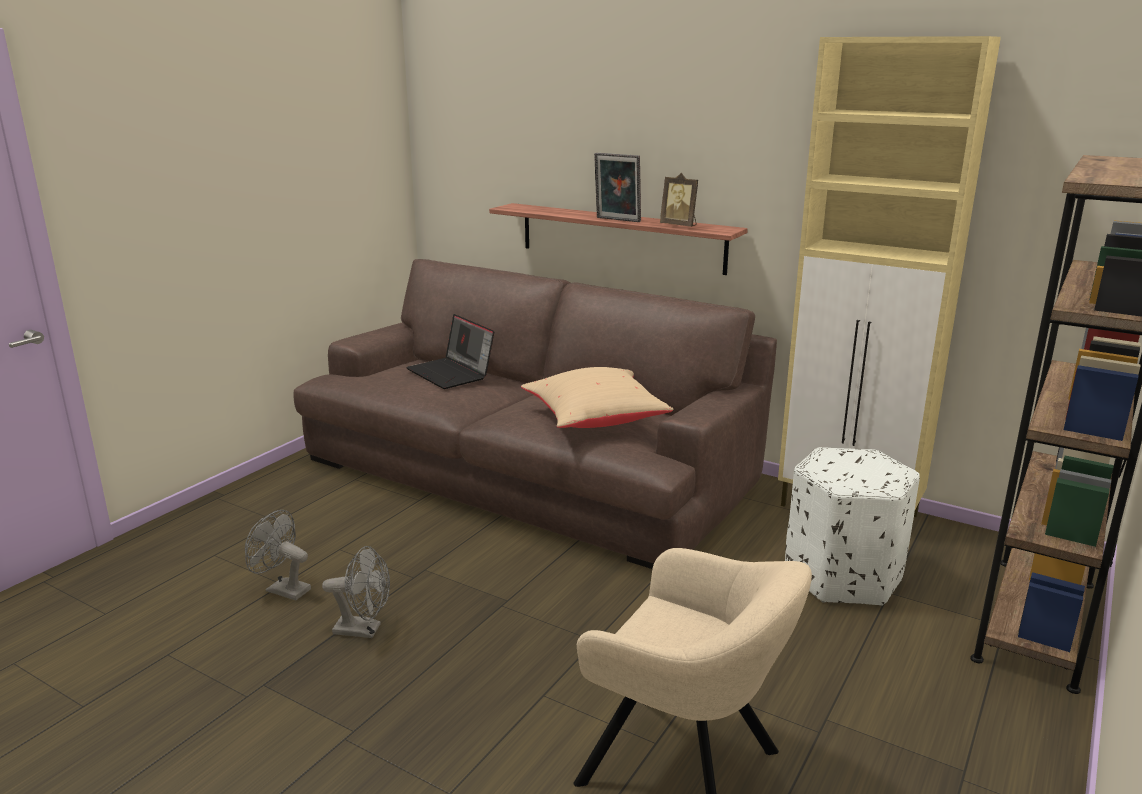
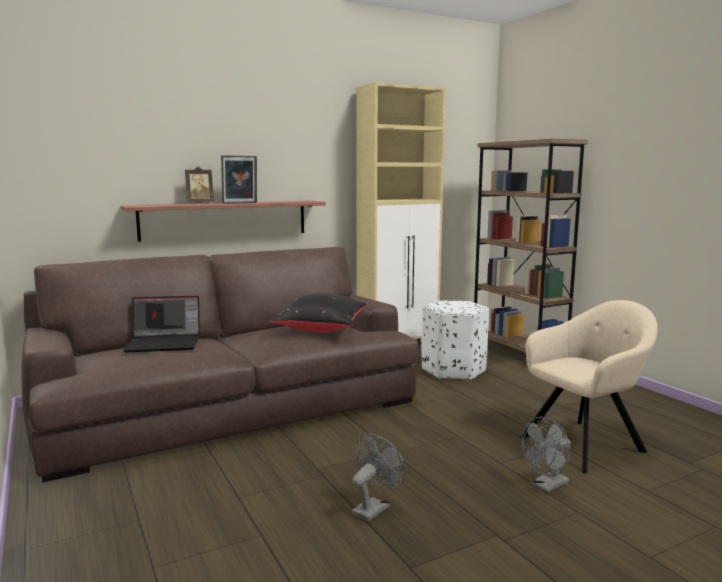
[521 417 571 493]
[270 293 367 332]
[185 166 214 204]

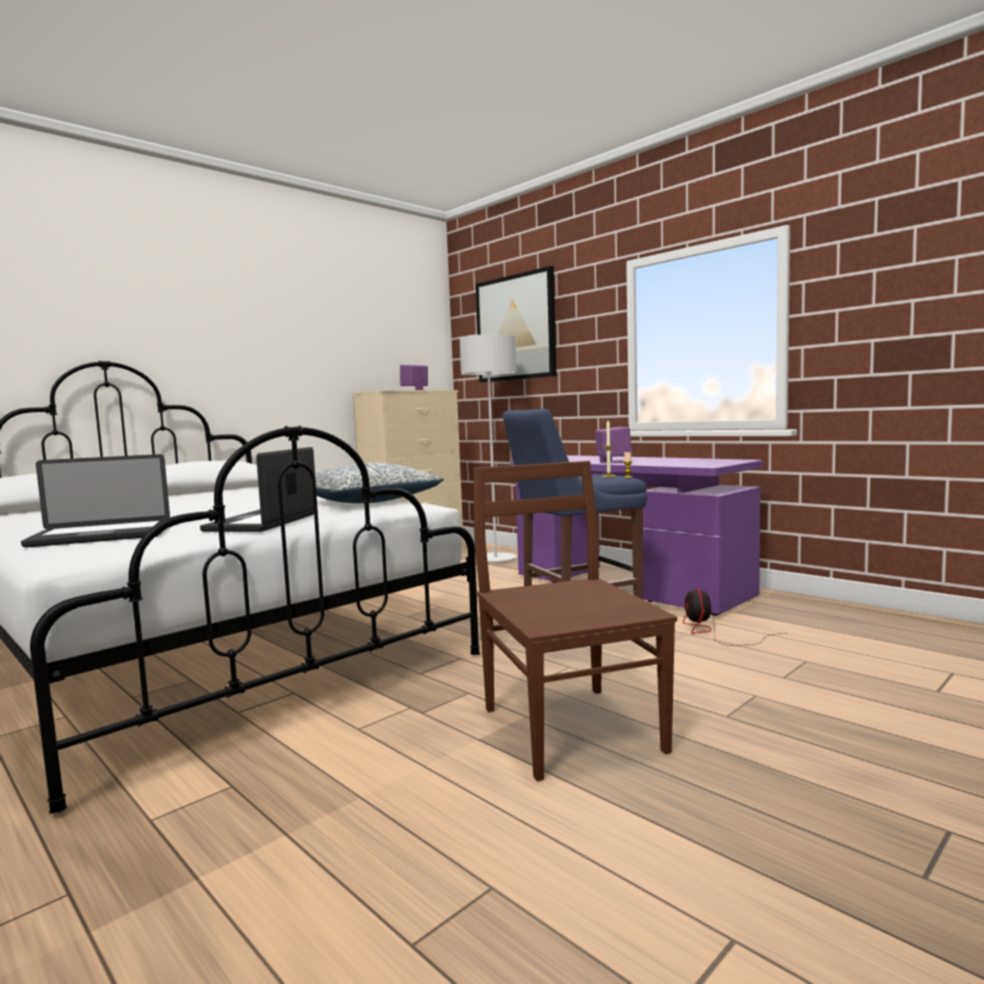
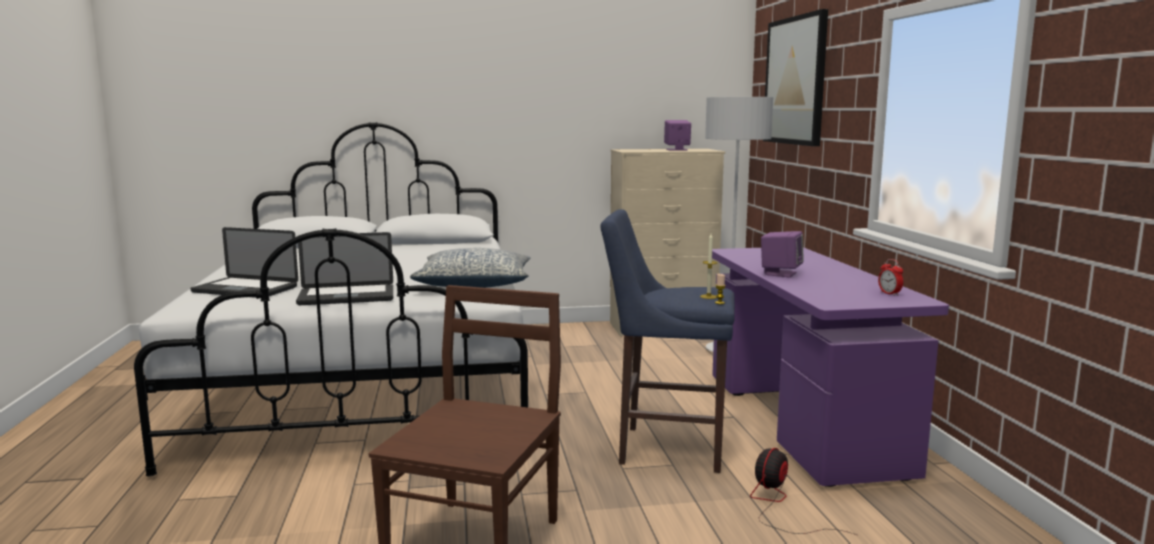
[296 232 393 305]
[878 259 903 296]

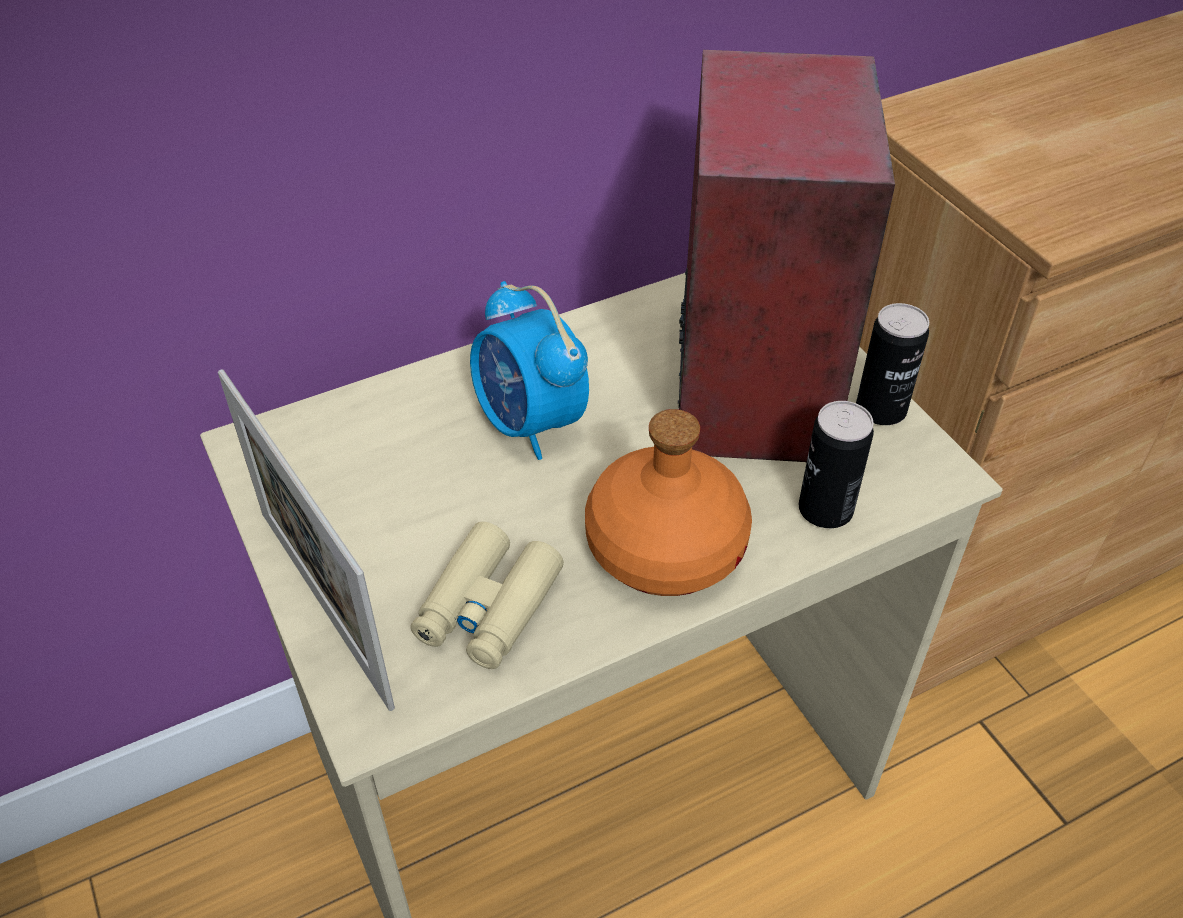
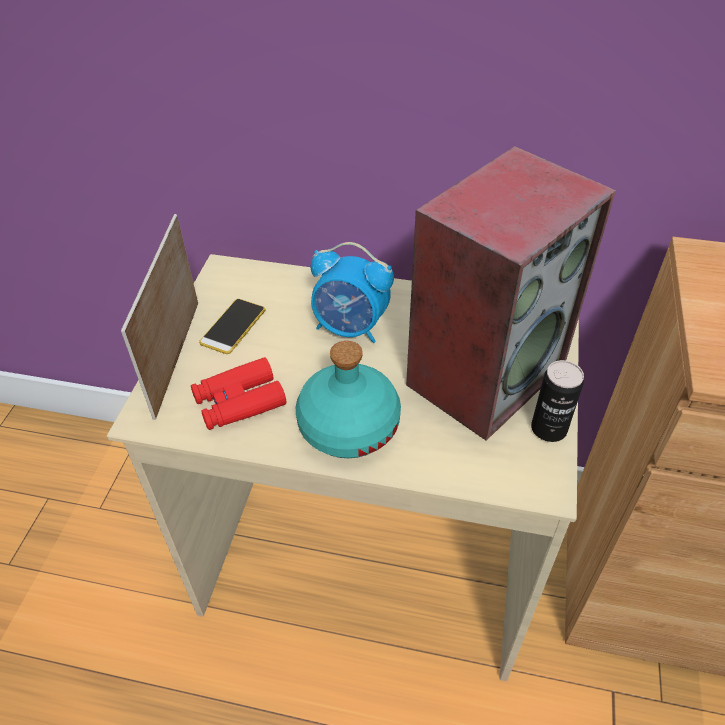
[191 357 286 430]
[311 242 394 343]
[296 341 401 458]
[799 401 874 528] (first image)
[199 299 265 354]

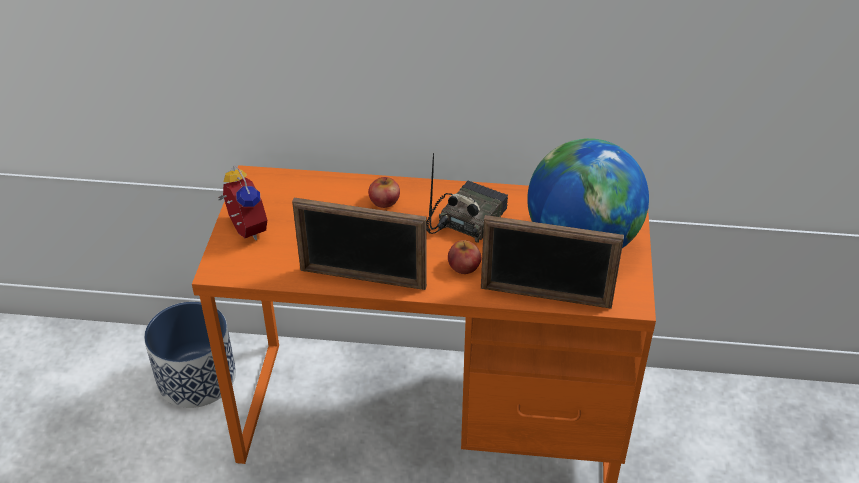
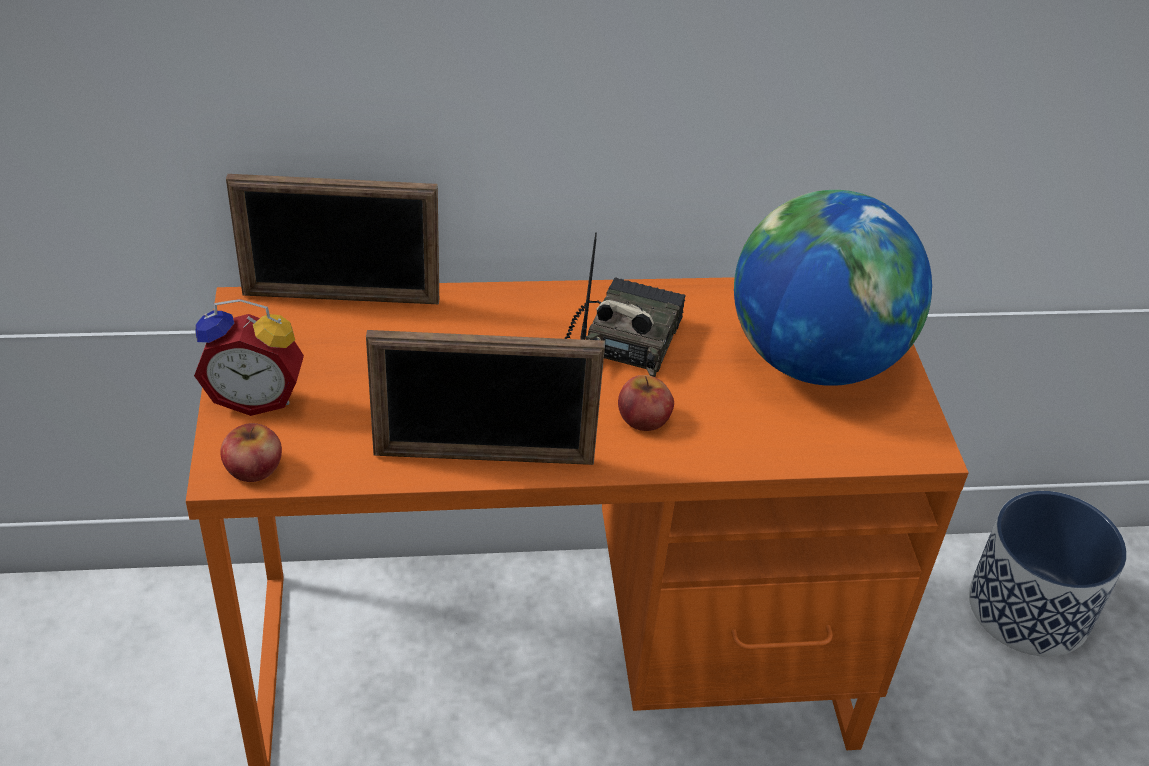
[969 491 1127 657]
[194 299 304 416]
[220 423 282 482]
[226 174 439 304]

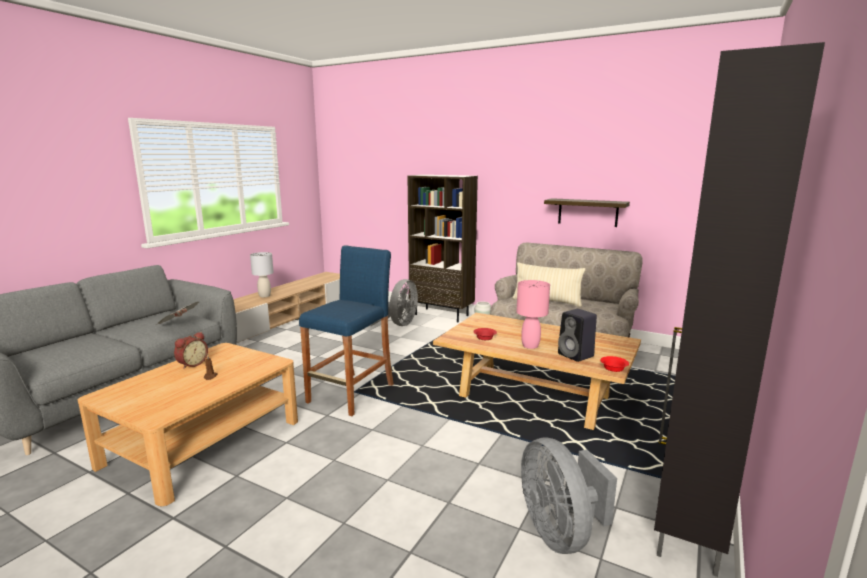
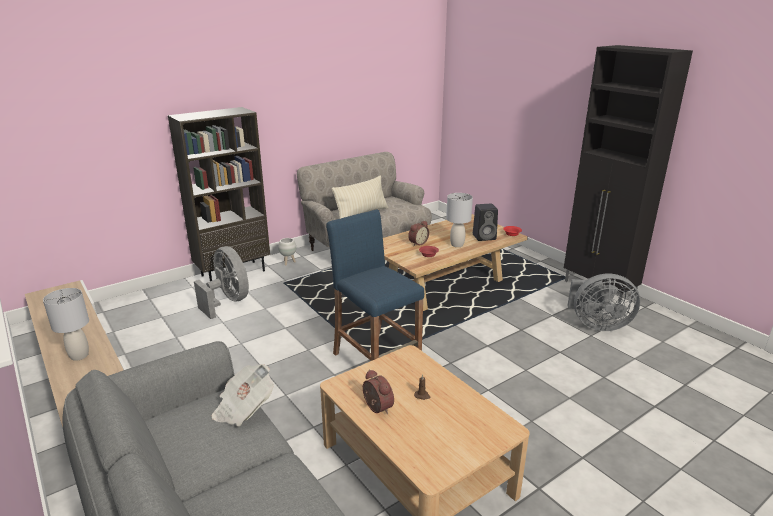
[446 193 473 247]
[544 198 630 227] (first image)
[408 221 429 246]

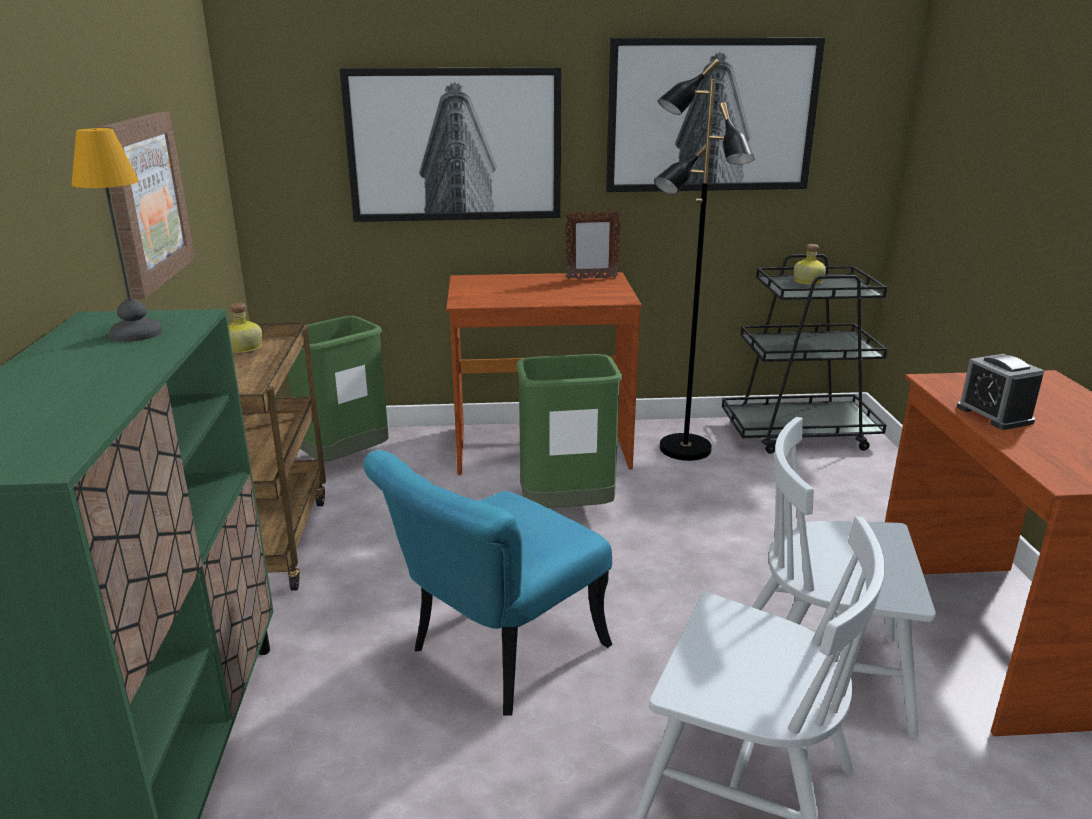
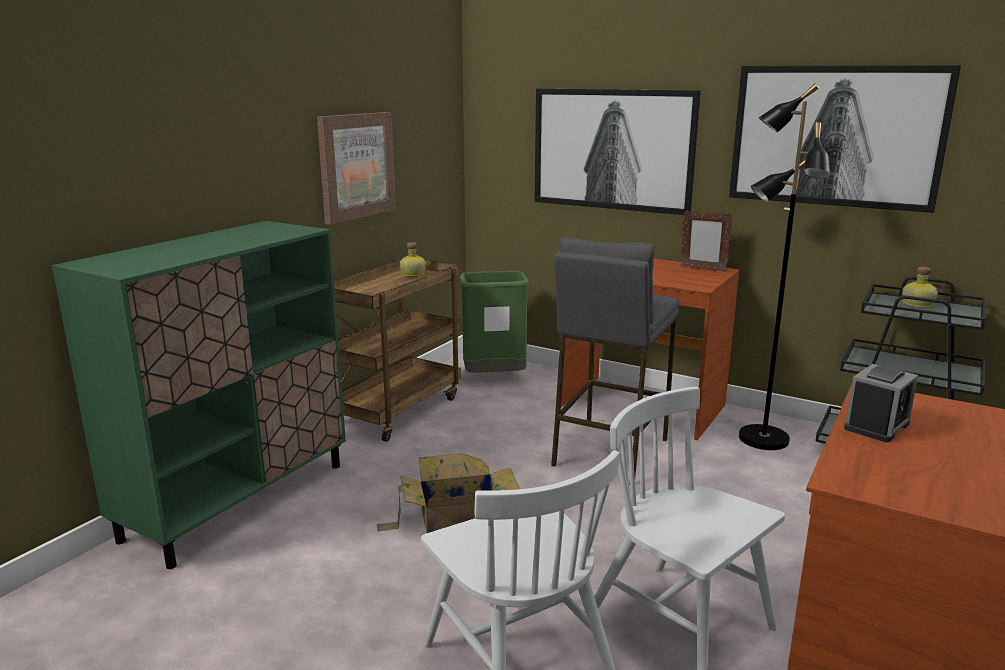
[71 128 163 342] (first image)
[377 453 520 533]
[551 237 679 485]
[844 364 918 442]

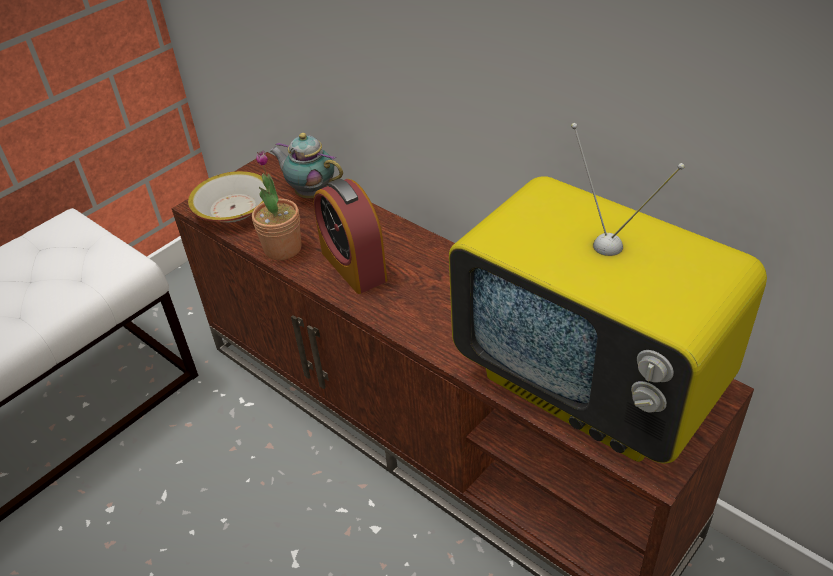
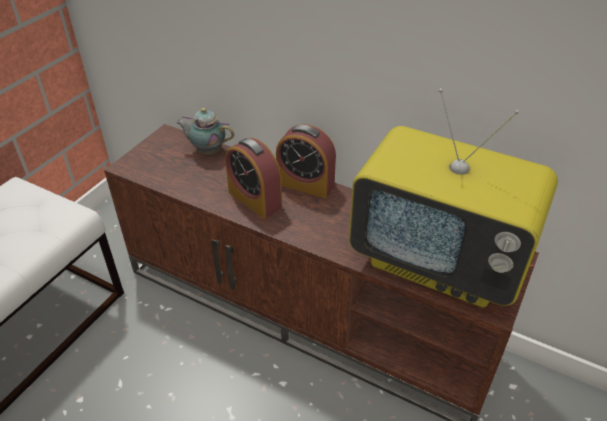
[188 171 266 223] (first image)
[252 150 301 260] (first image)
[276 124 336 198]

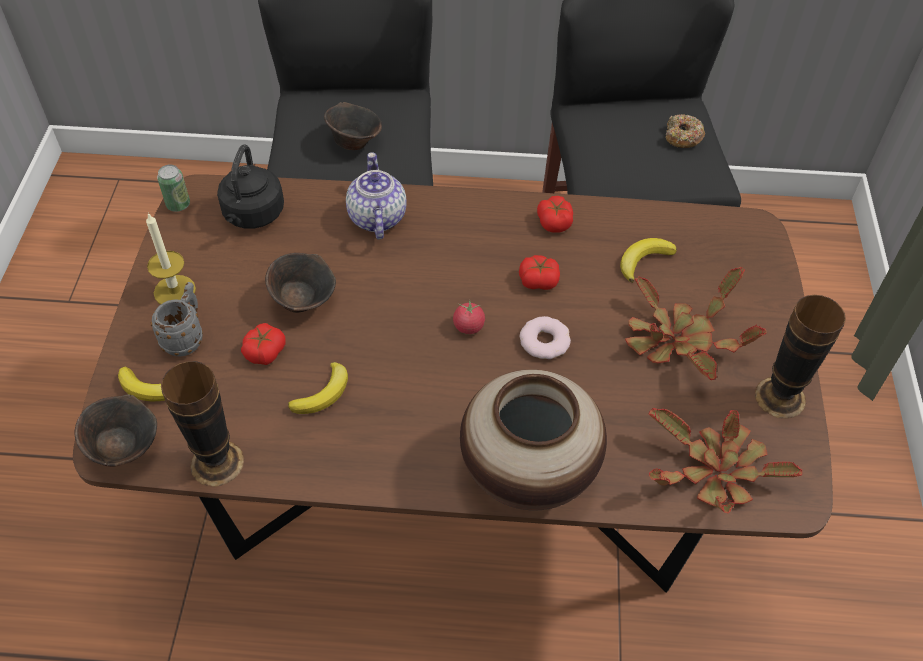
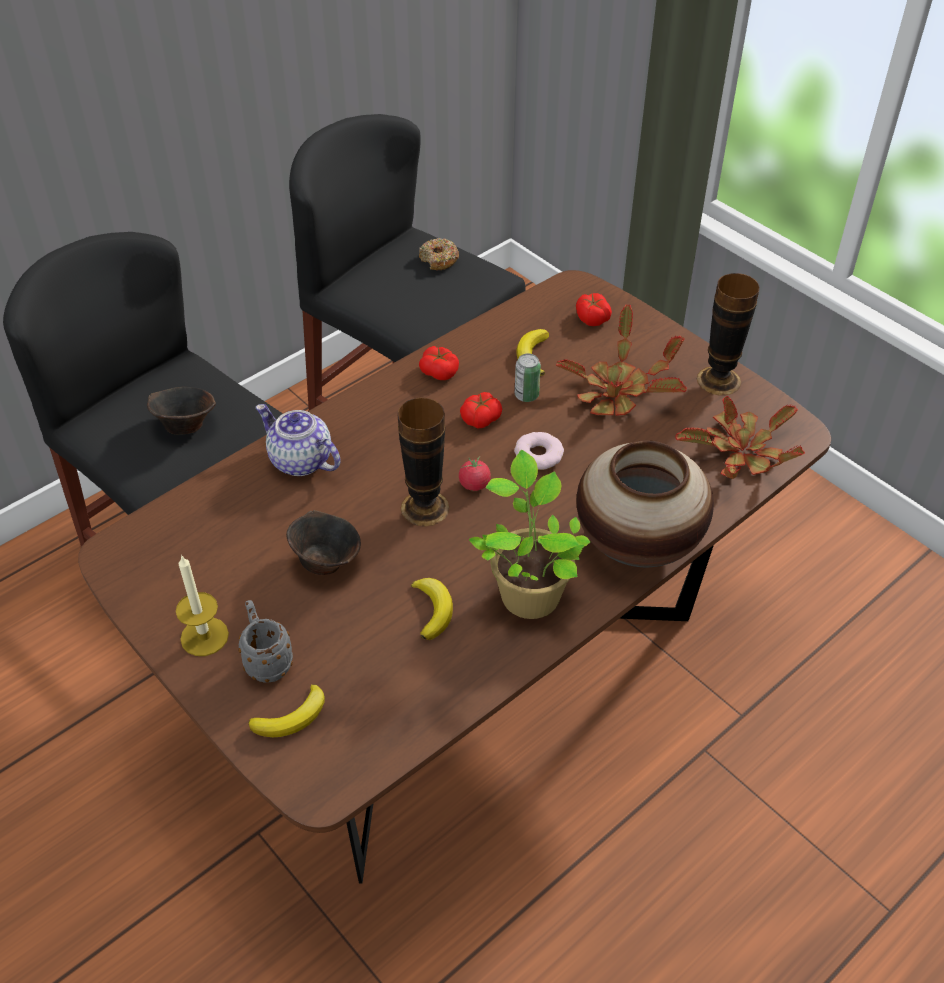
[75 394 157 467] (first image)
[515 354 541 402]
[397 397 450 527]
[217 144 284 229] (first image)
[576 293 612 326]
[469 450 591 619]

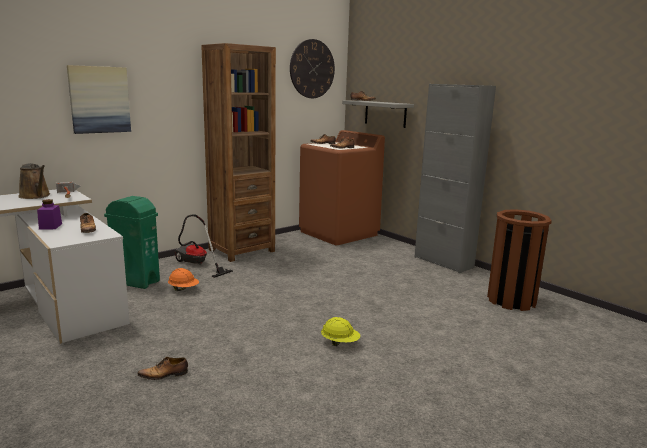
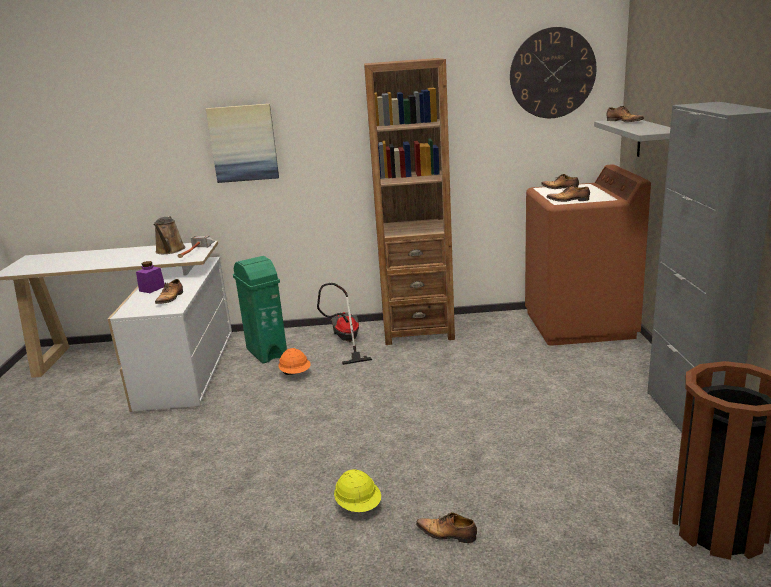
[416 512 477 543]

